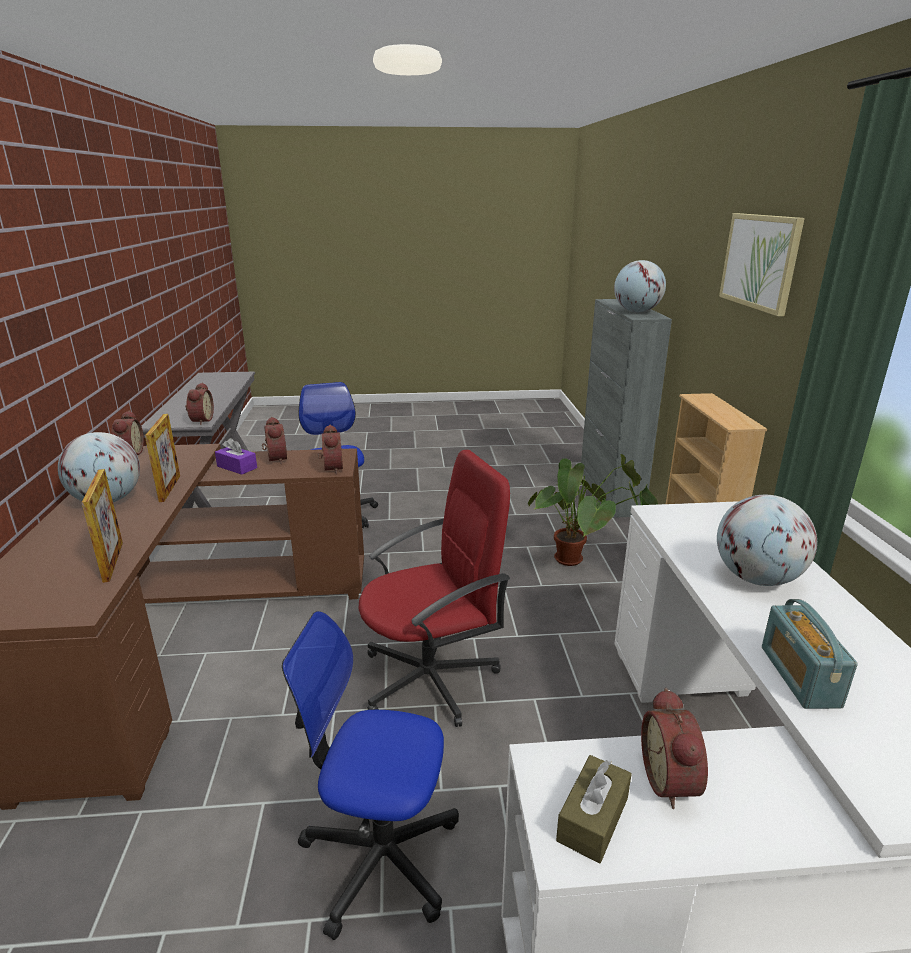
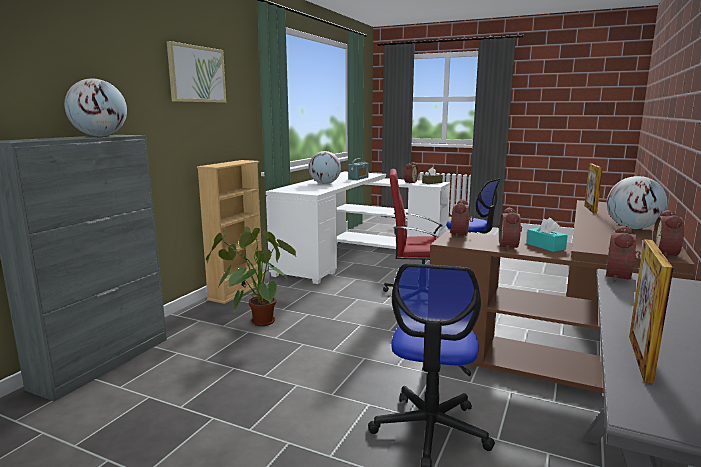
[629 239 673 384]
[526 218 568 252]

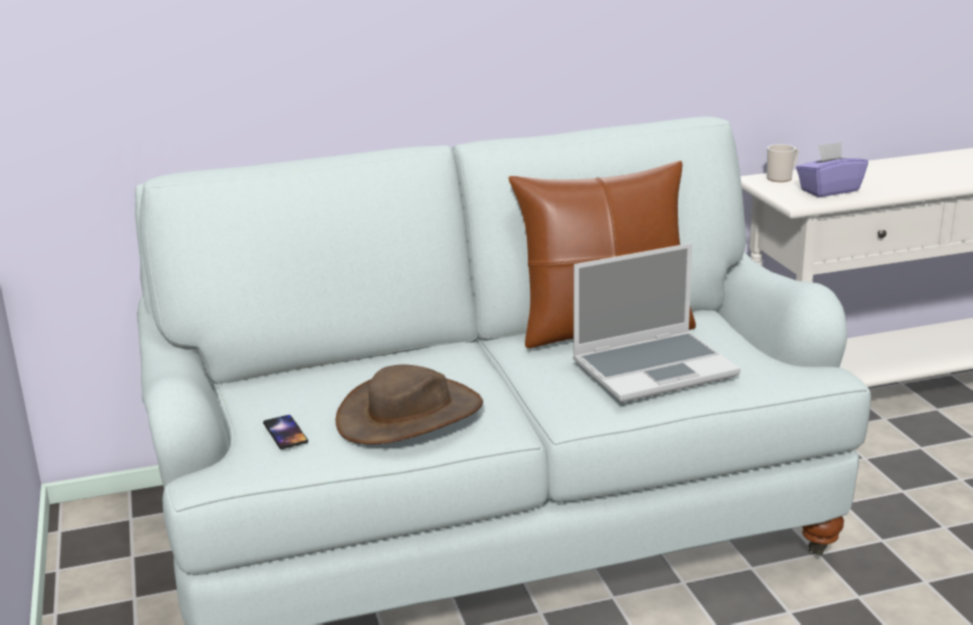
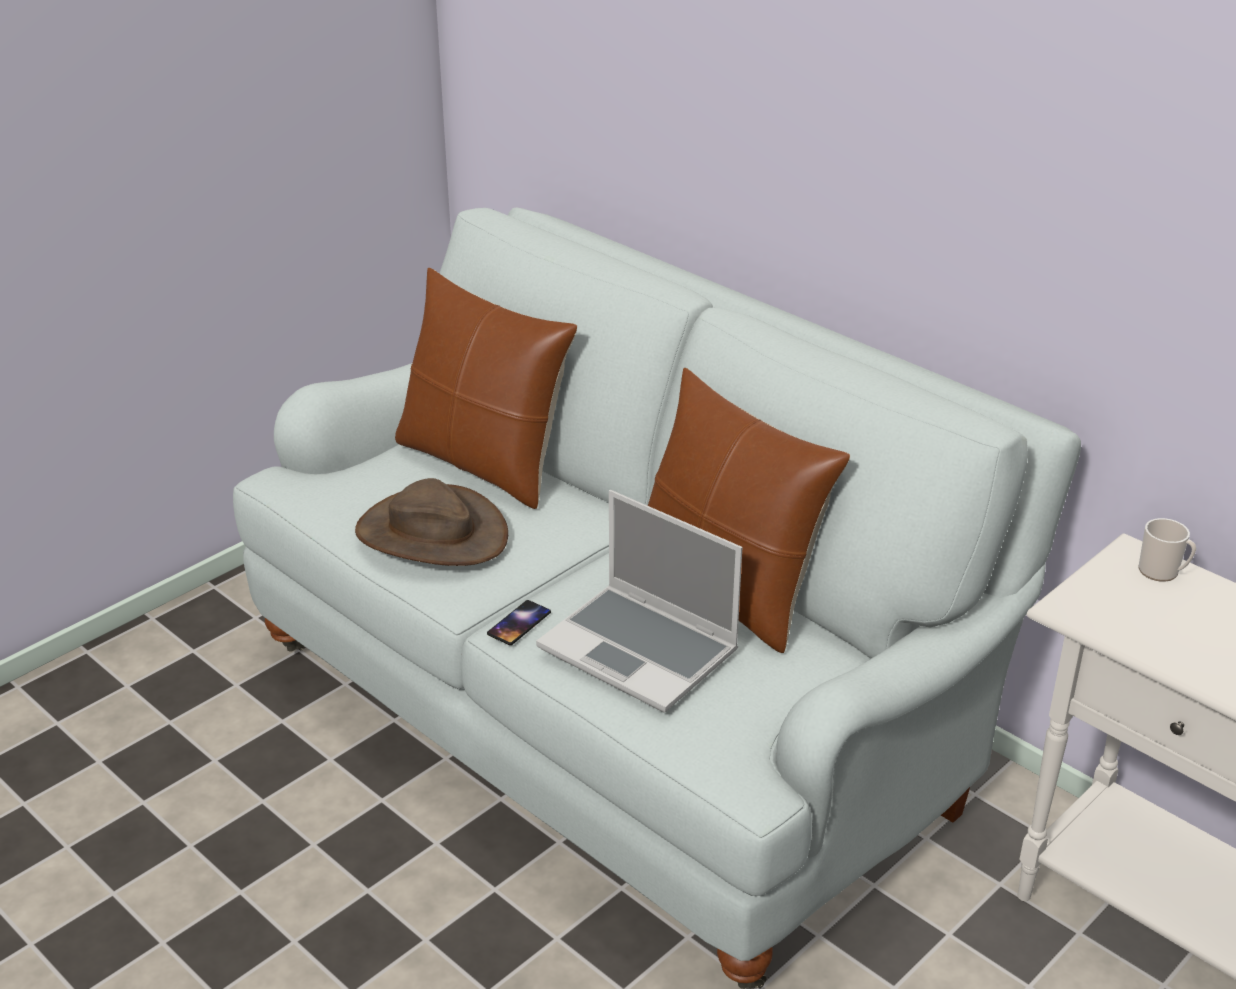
[487 600 551 645]
[796 142 868 197] (first image)
[395 268 577 509]

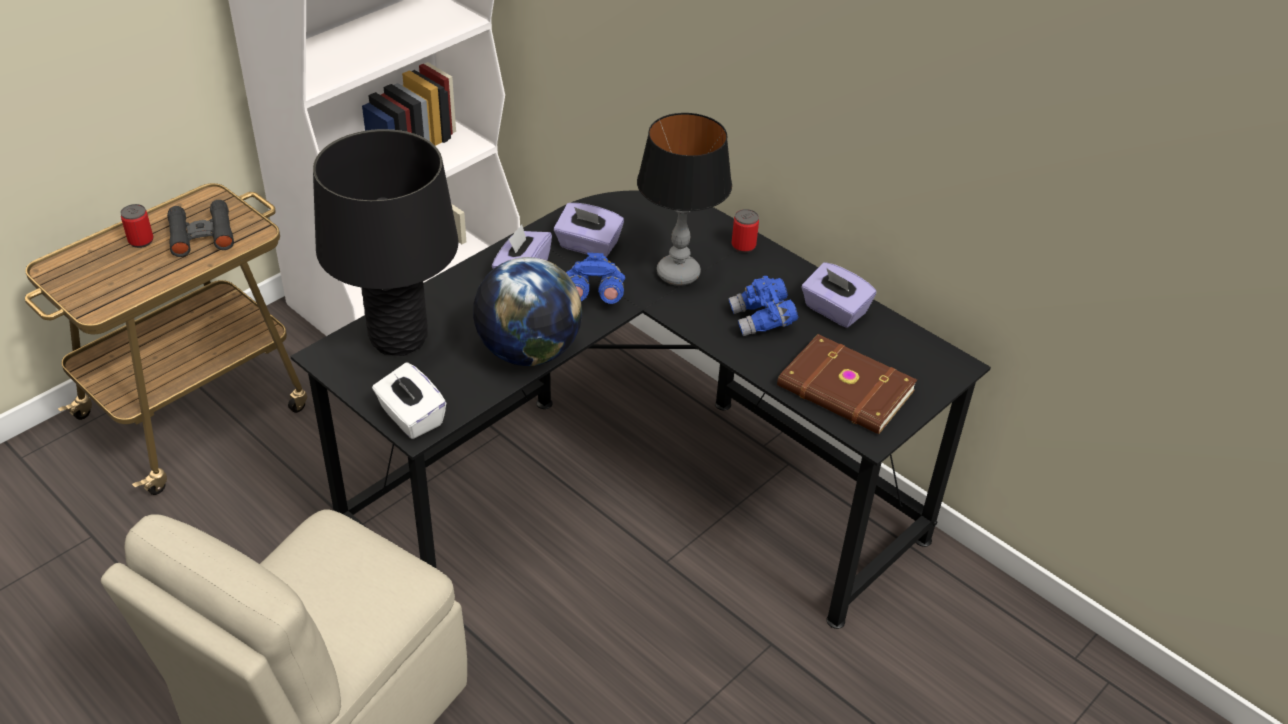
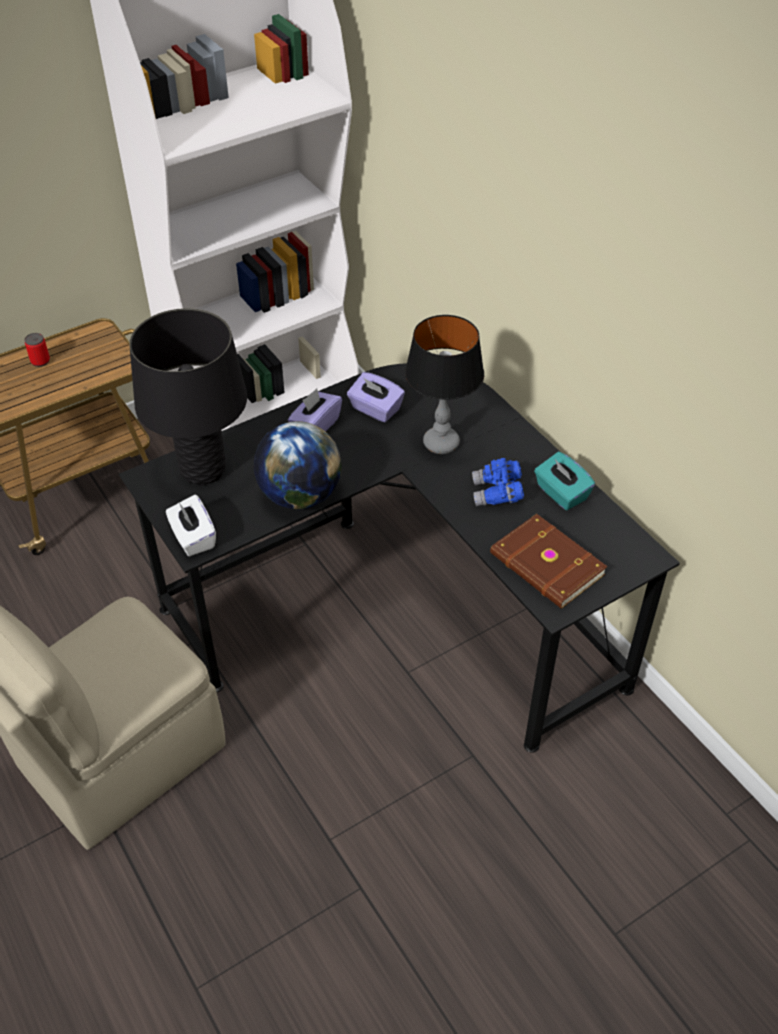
[167 200 234 257] (first image)
[566 253 625 304] (first image)
[731 209 759 253] (first image)
[534 452 595 510]

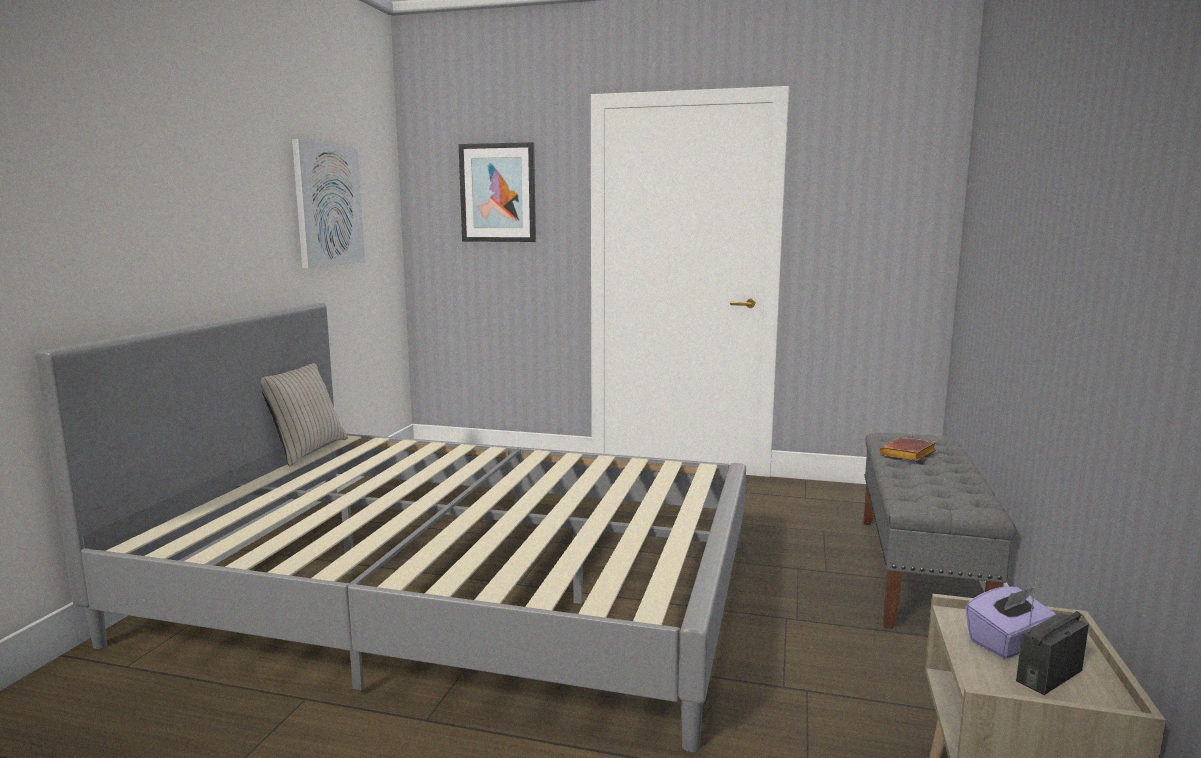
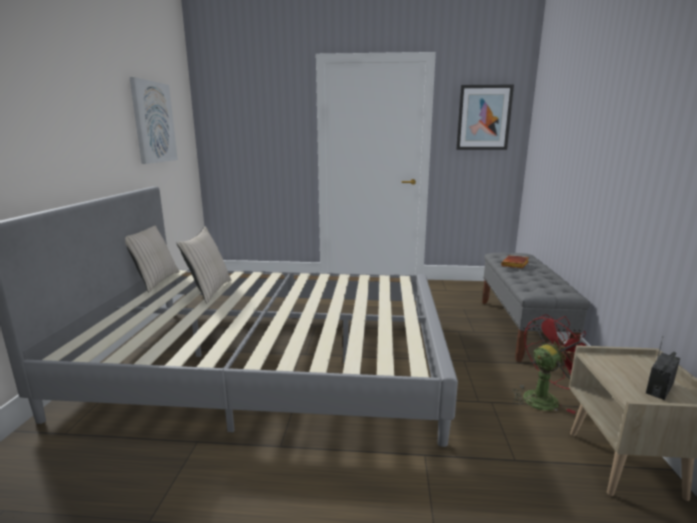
[456 84 514 150]
[966 586 1056 658] (first image)
[177 226 231 303]
[512 315 586 414]

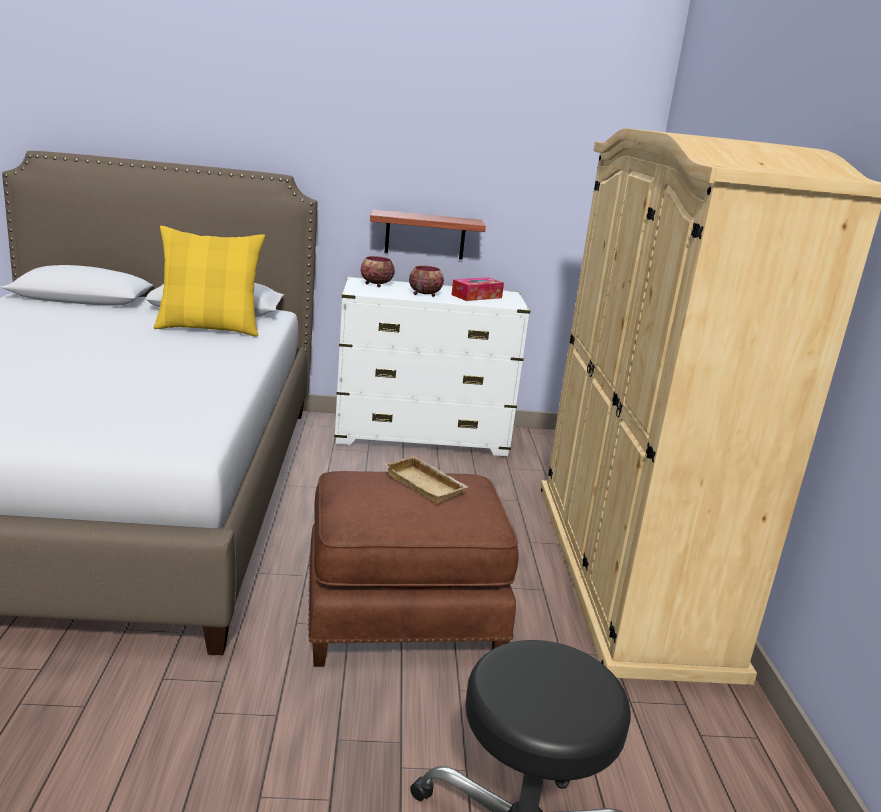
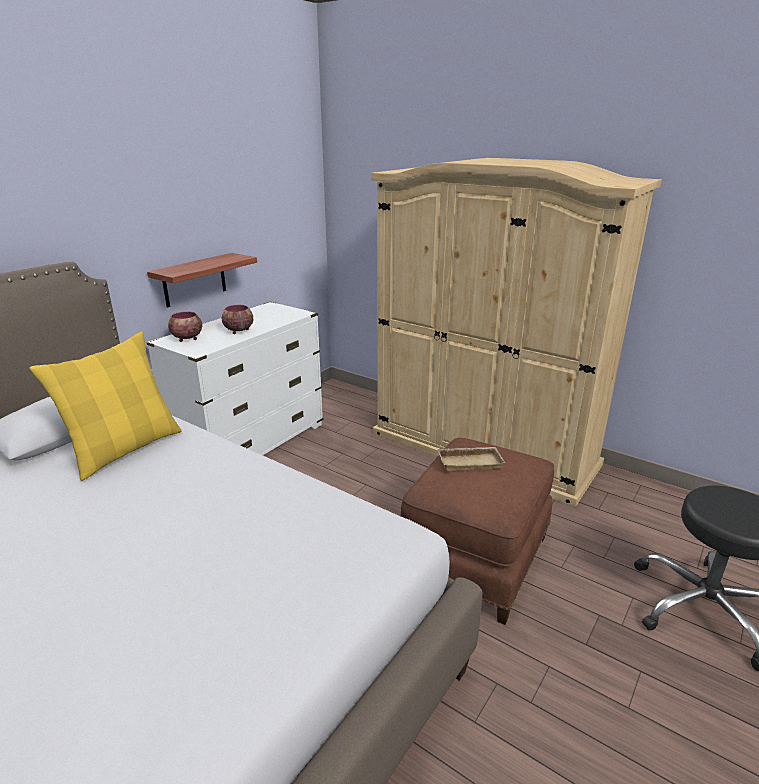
[452 277 504 301] (first image)

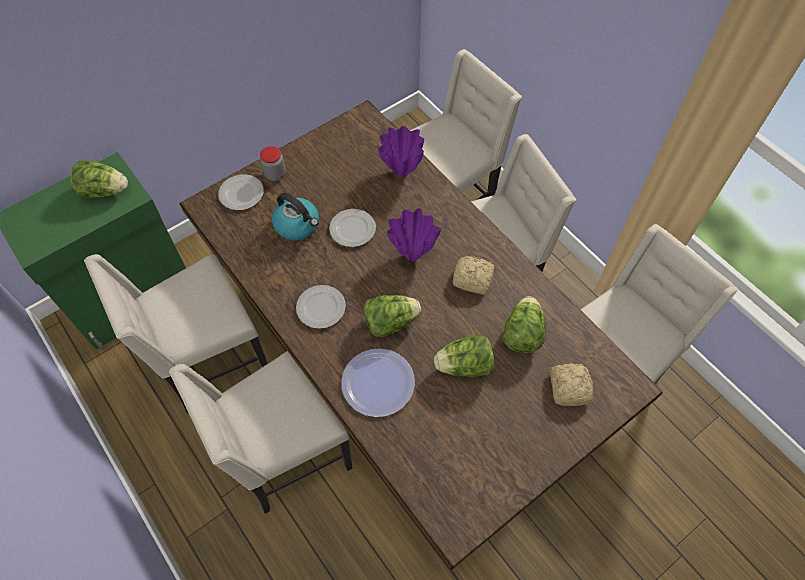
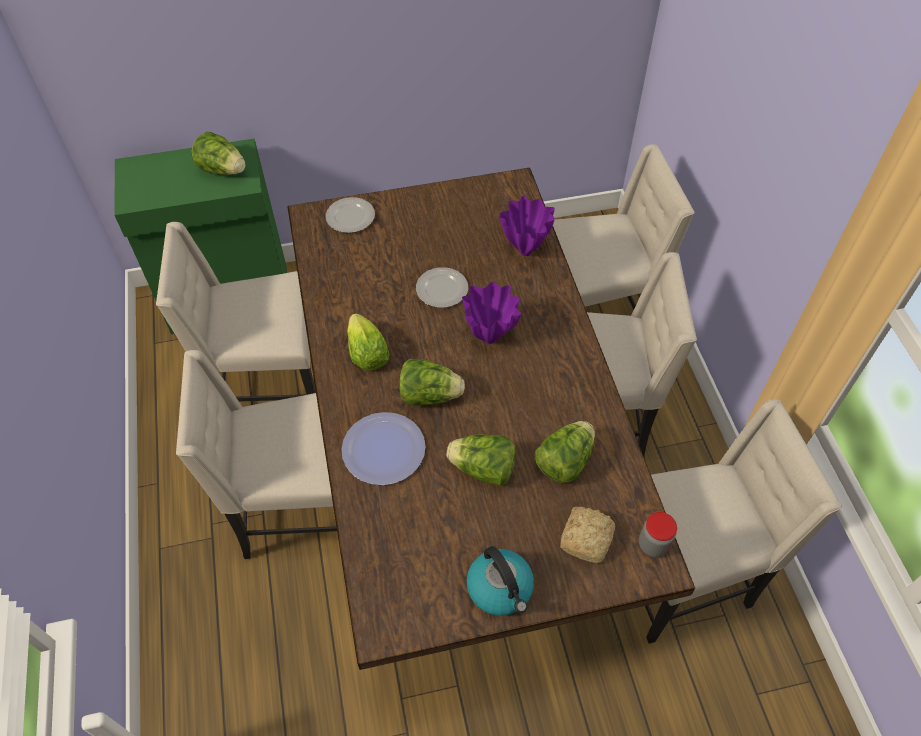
[639 512 677 558]
[467 546 534 616]
[347 313 389 371]
[453 256 495 295] (first image)

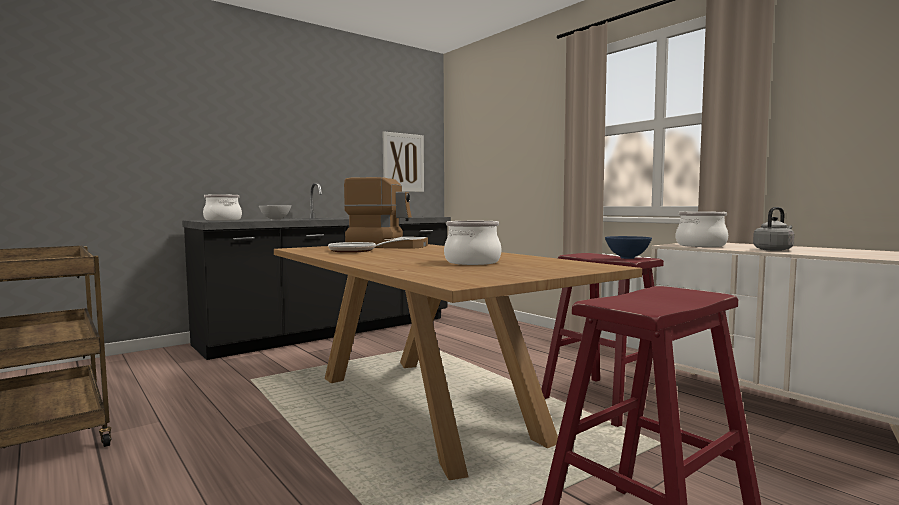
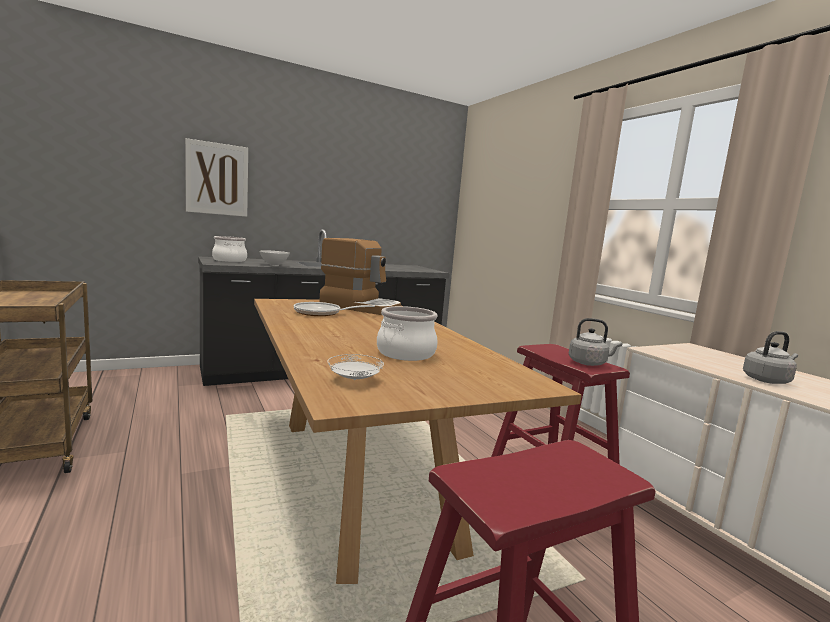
[185 138 248 217]
[569 318 622 366]
[676 212 728 247] (first image)
[327 354 384 380]

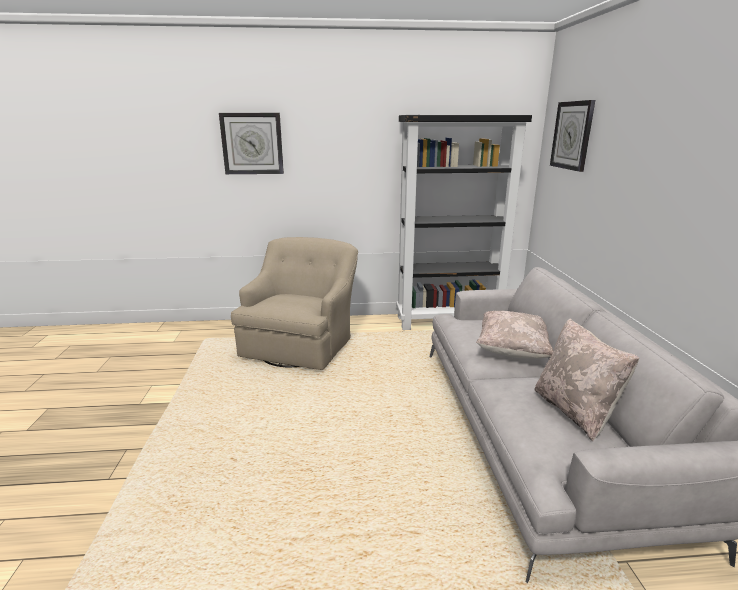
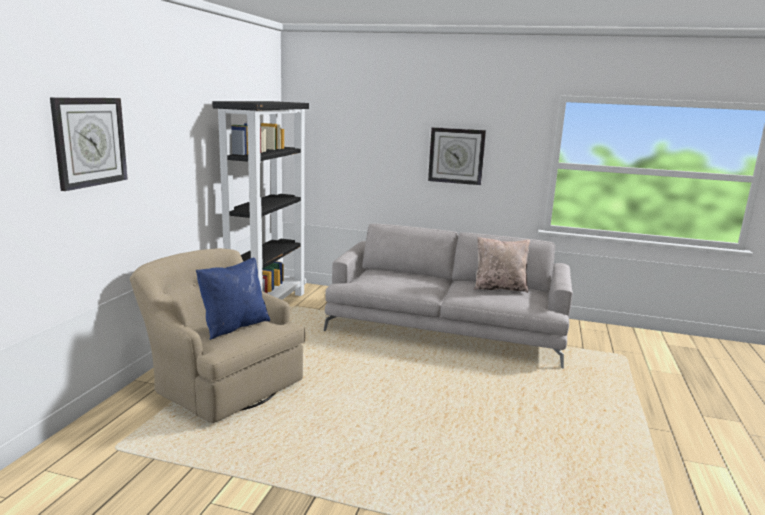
[476 311 553 359] (first image)
[428 127 486 185]
[196 258 270 340]

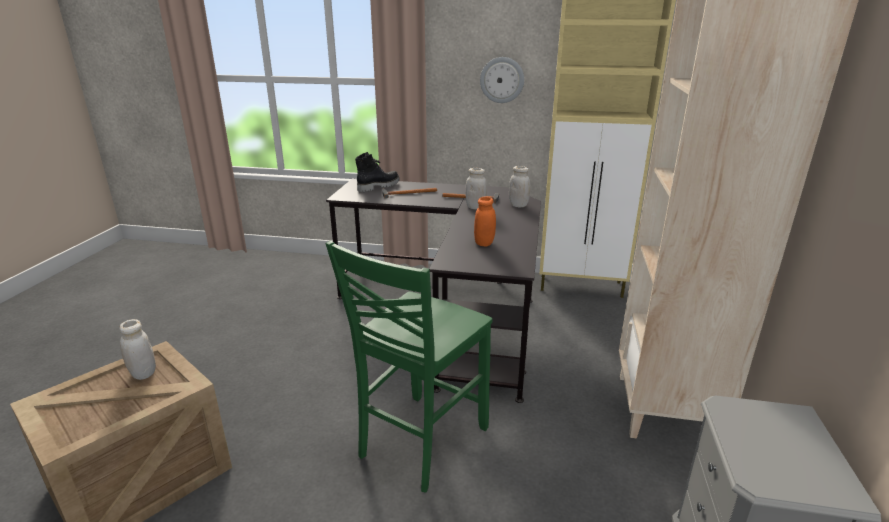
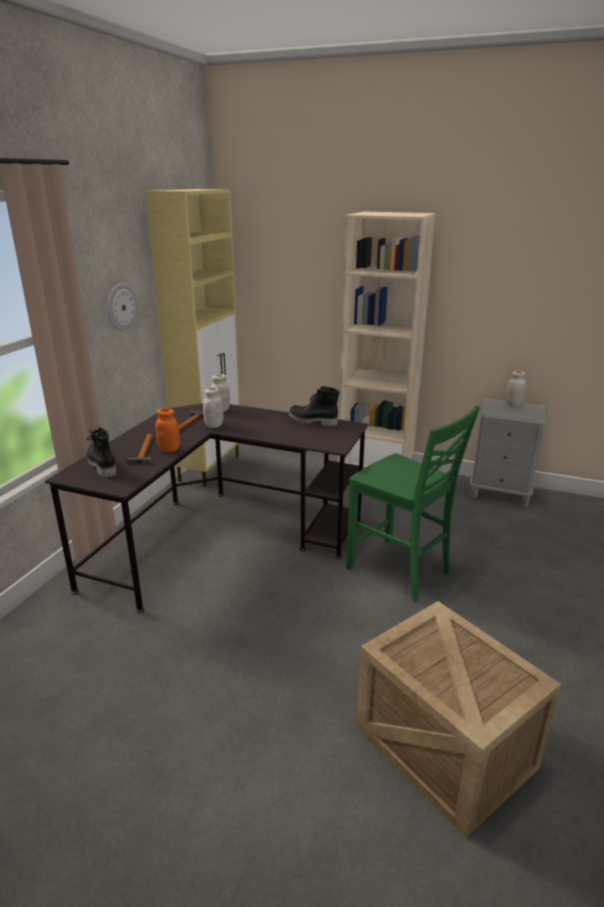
[506 371 526 406]
[156 408 180 452]
[289 386 339 427]

